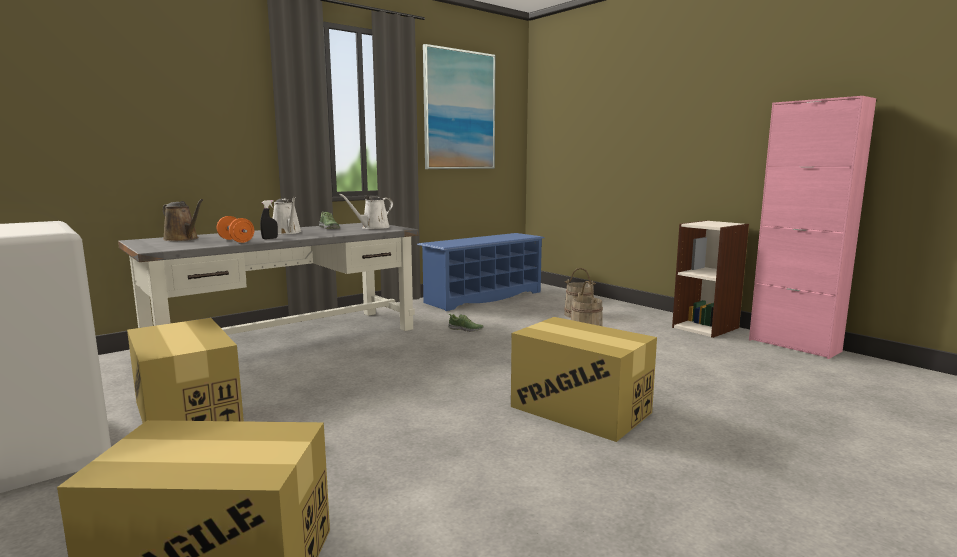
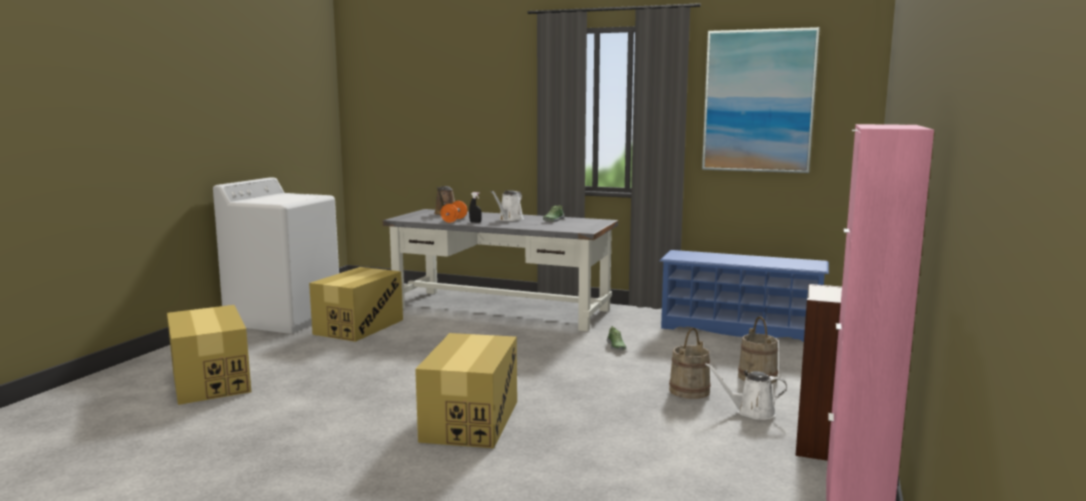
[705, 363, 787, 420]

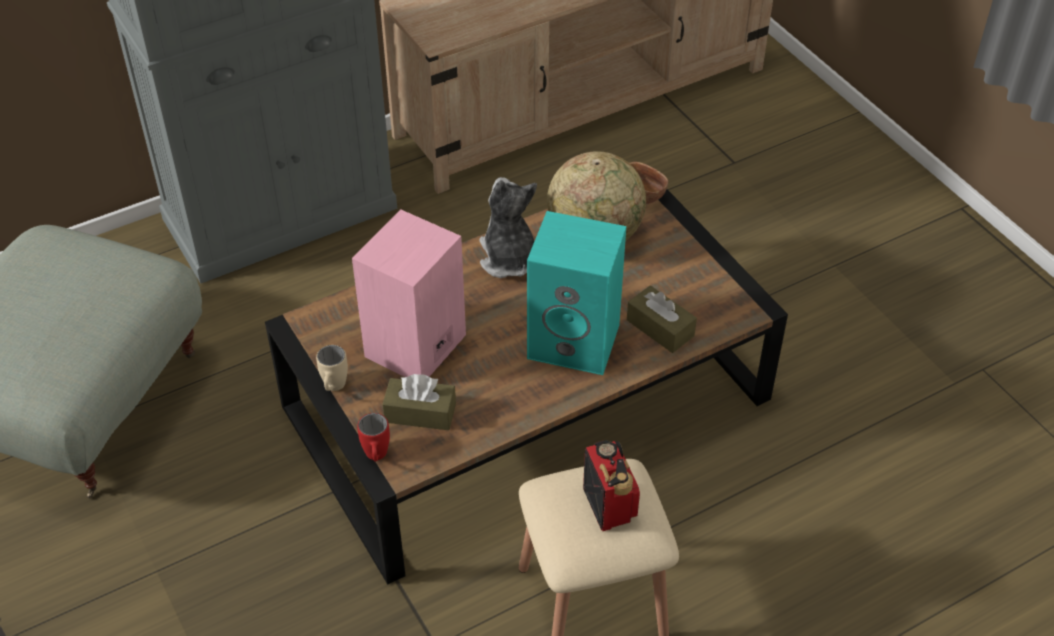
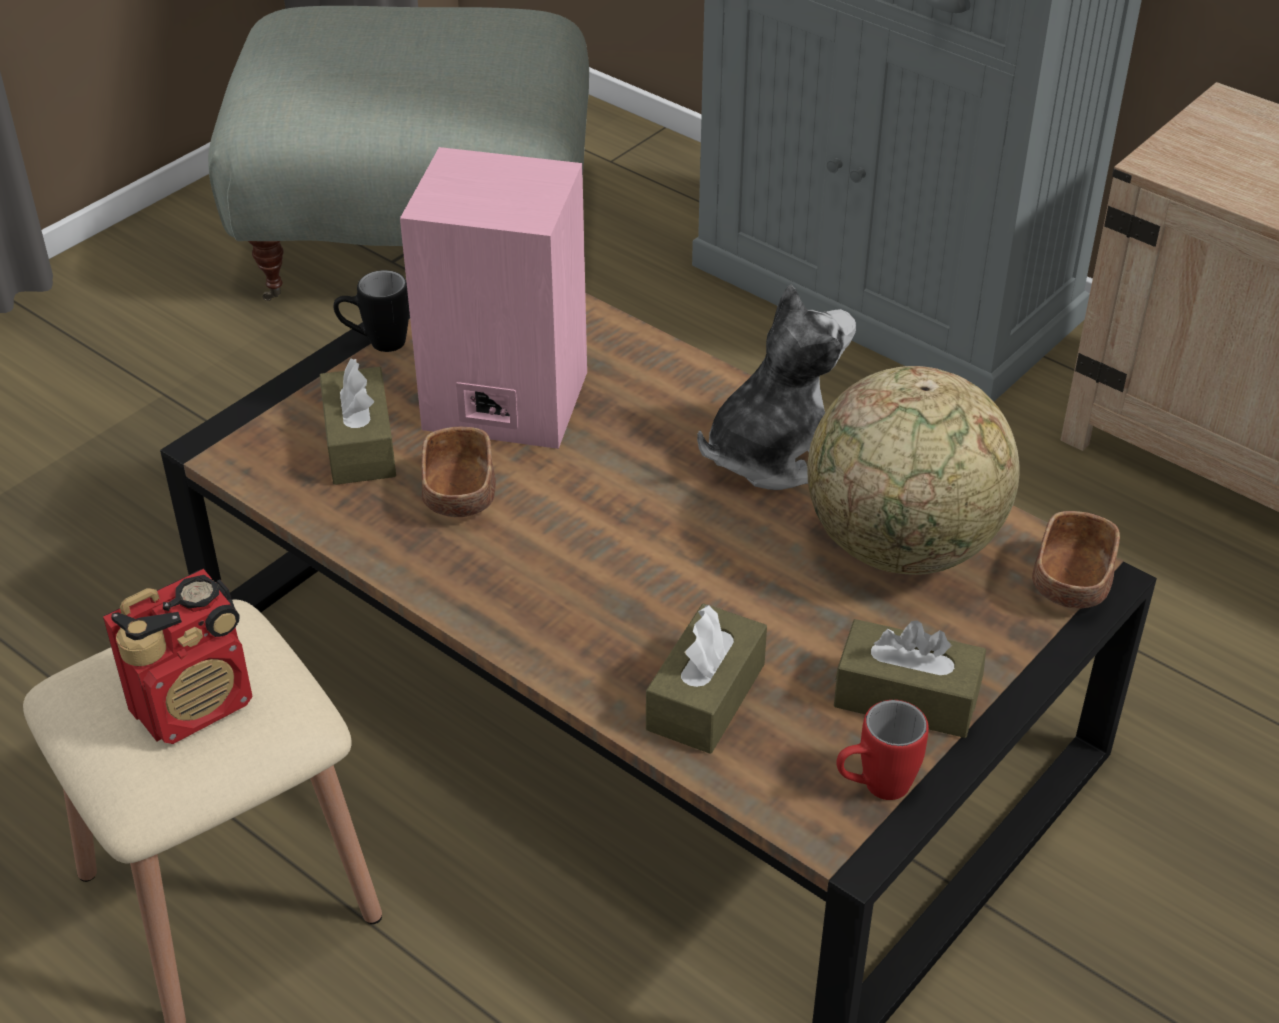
[527, 211, 626, 375] (first image)
[334, 270, 410, 352]
[836, 700, 929, 800]
[421, 427, 496, 517]
[834, 619, 986, 738]

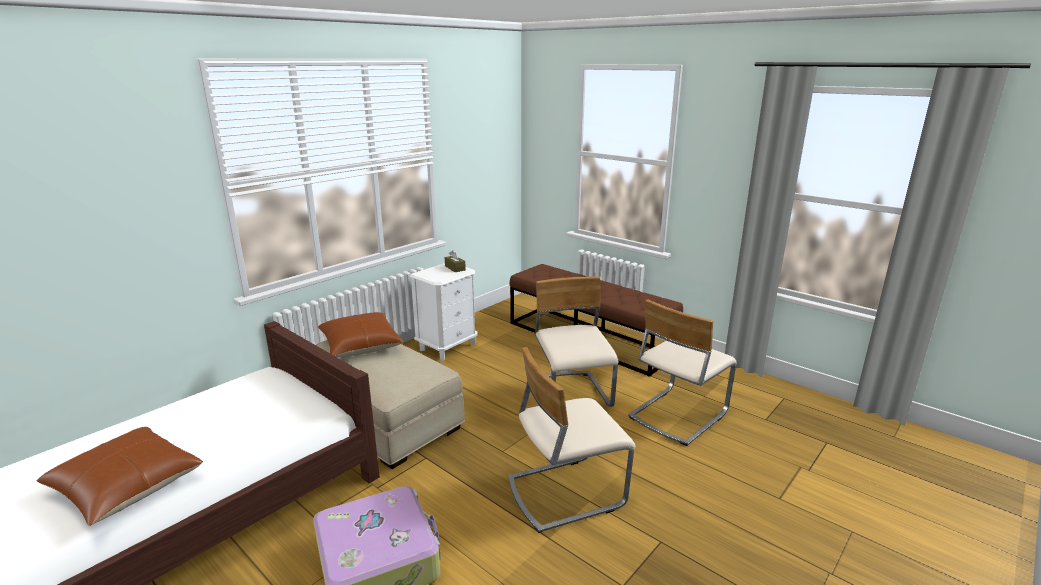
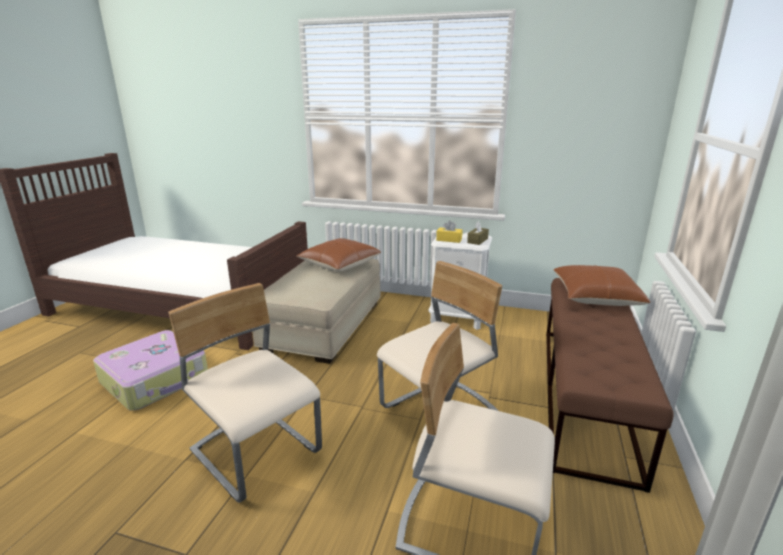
[554, 265, 651, 306]
[436, 220, 463, 243]

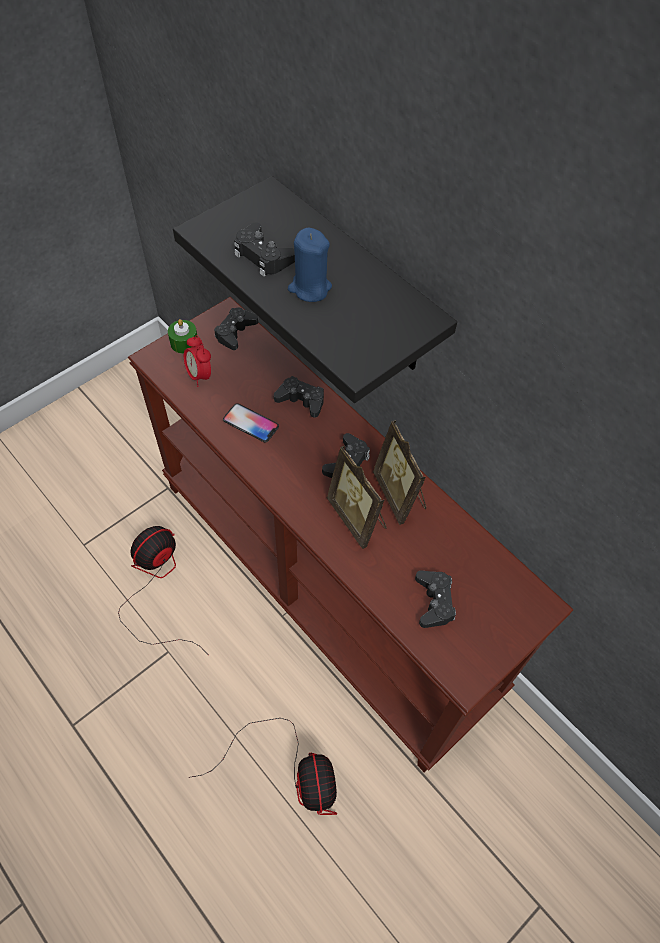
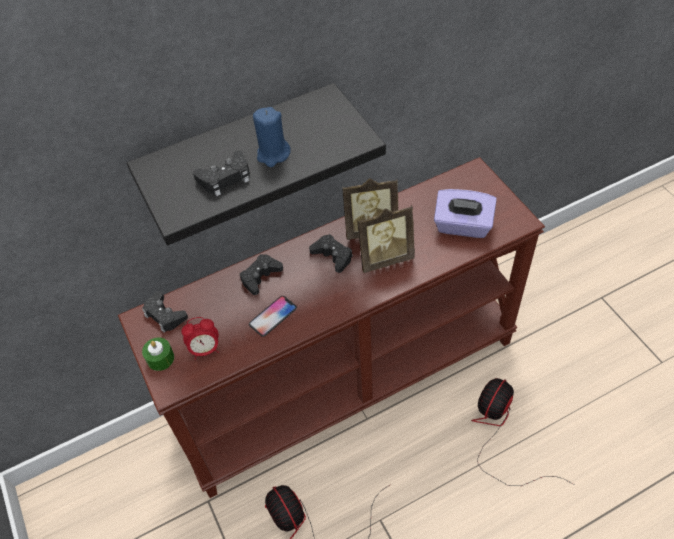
[434, 189, 497, 238]
[471, 378, 574, 486]

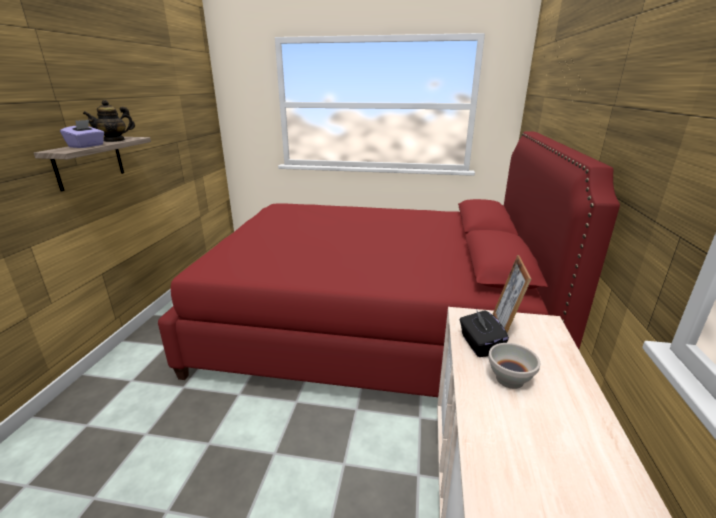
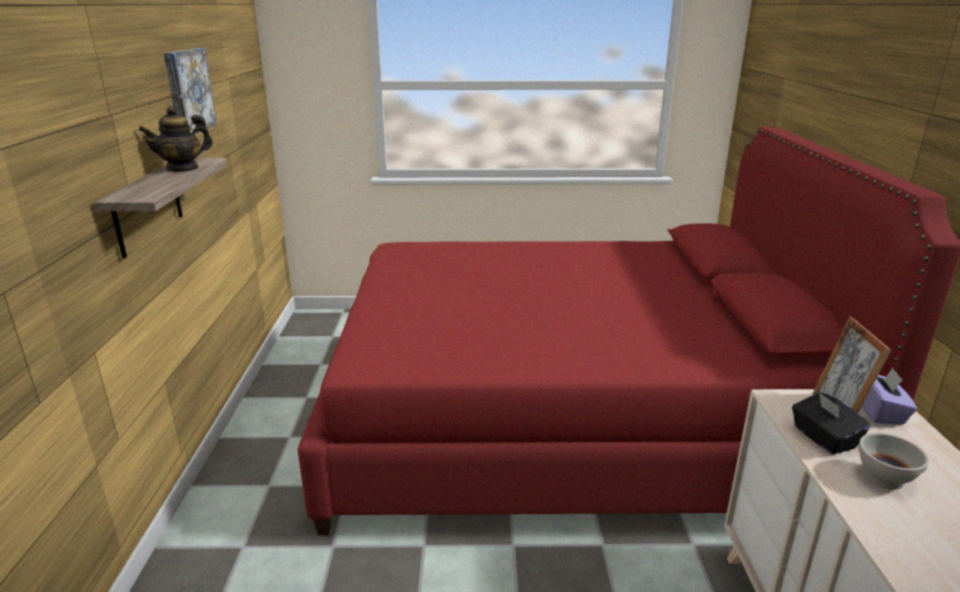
[862, 368, 917, 425]
[164, 48, 217, 135]

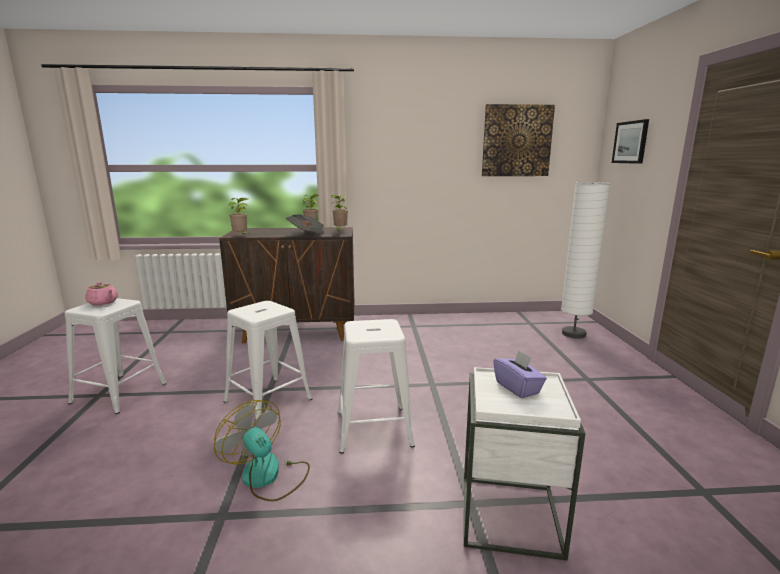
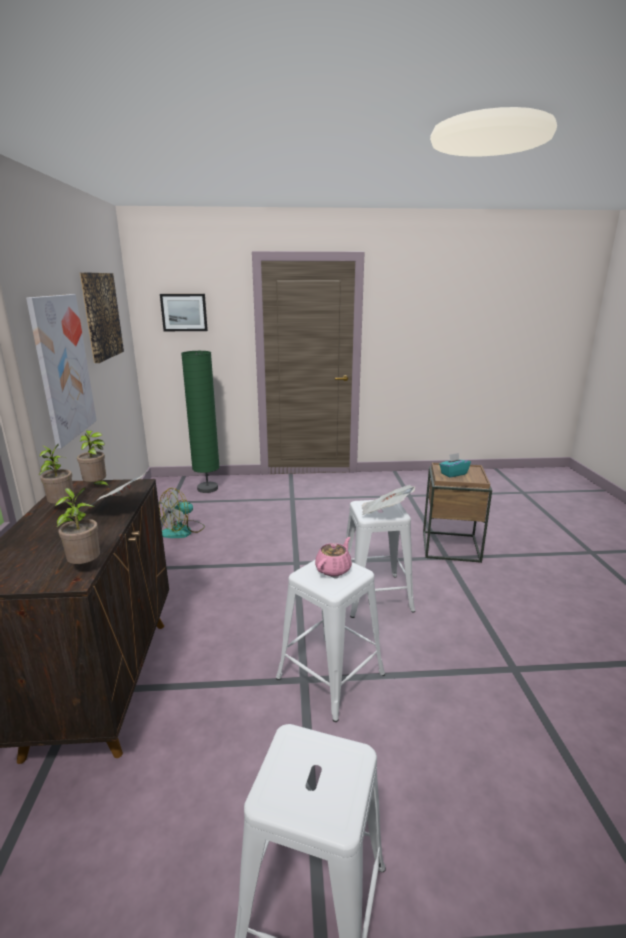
[181, 351, 220, 493]
[315, 537, 352, 576]
[439, 453, 471, 478]
[423, 463, 492, 563]
[159, 488, 205, 538]
[26, 294, 97, 449]
[362, 485, 415, 515]

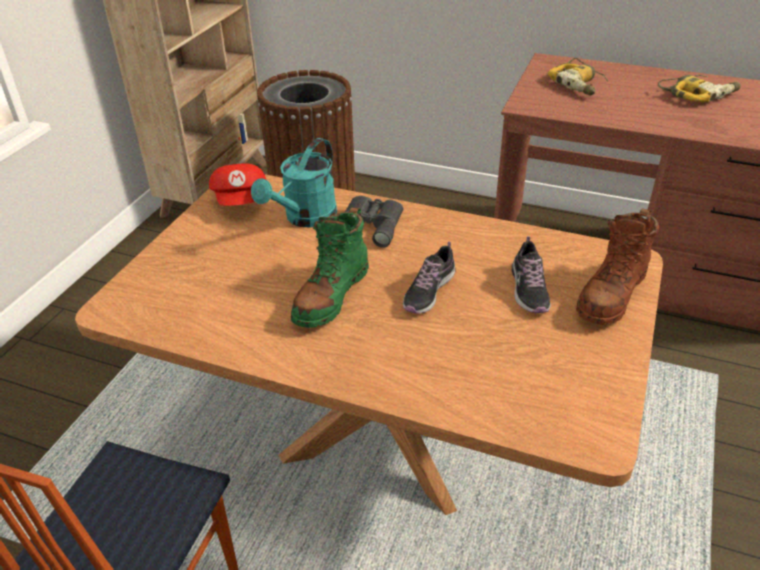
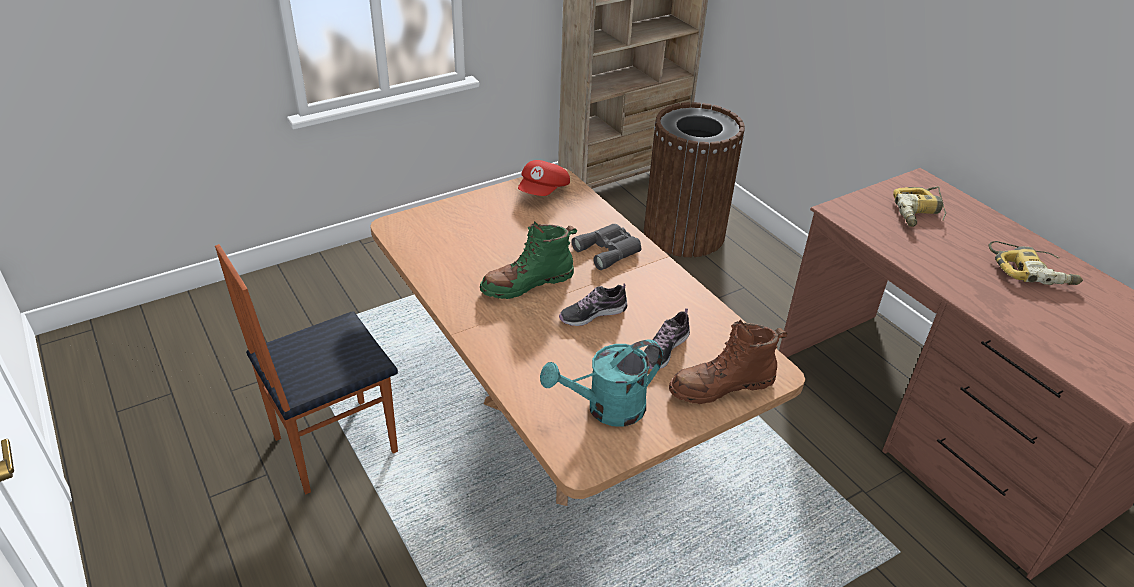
[540, 339, 663, 427]

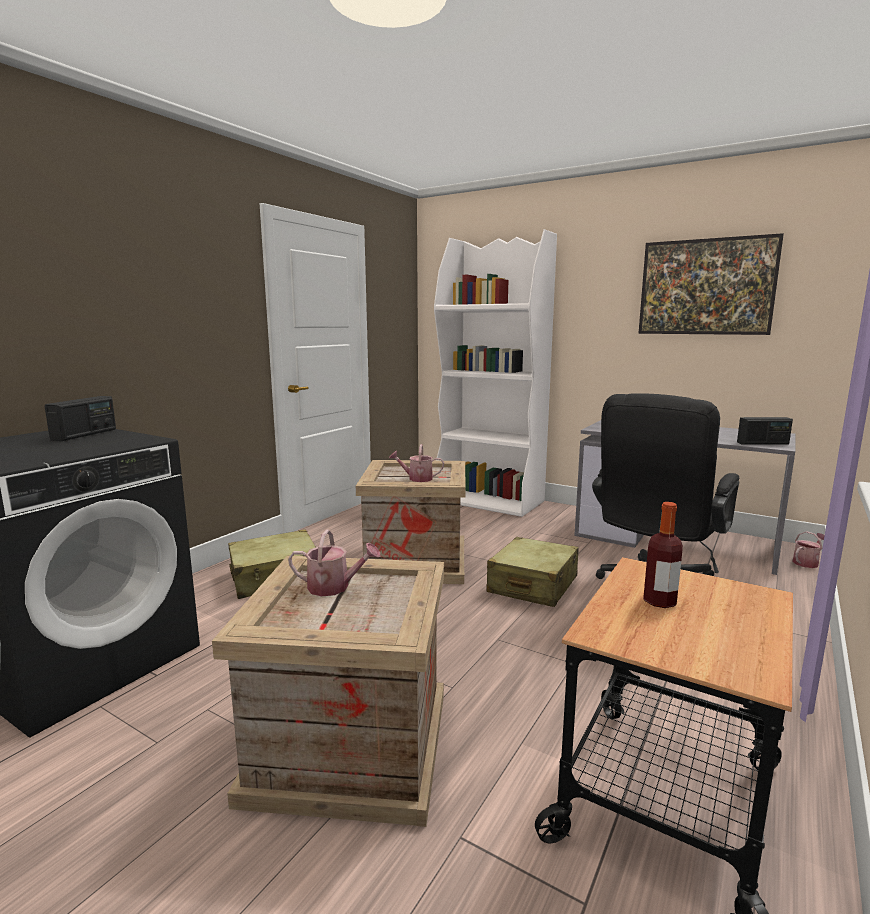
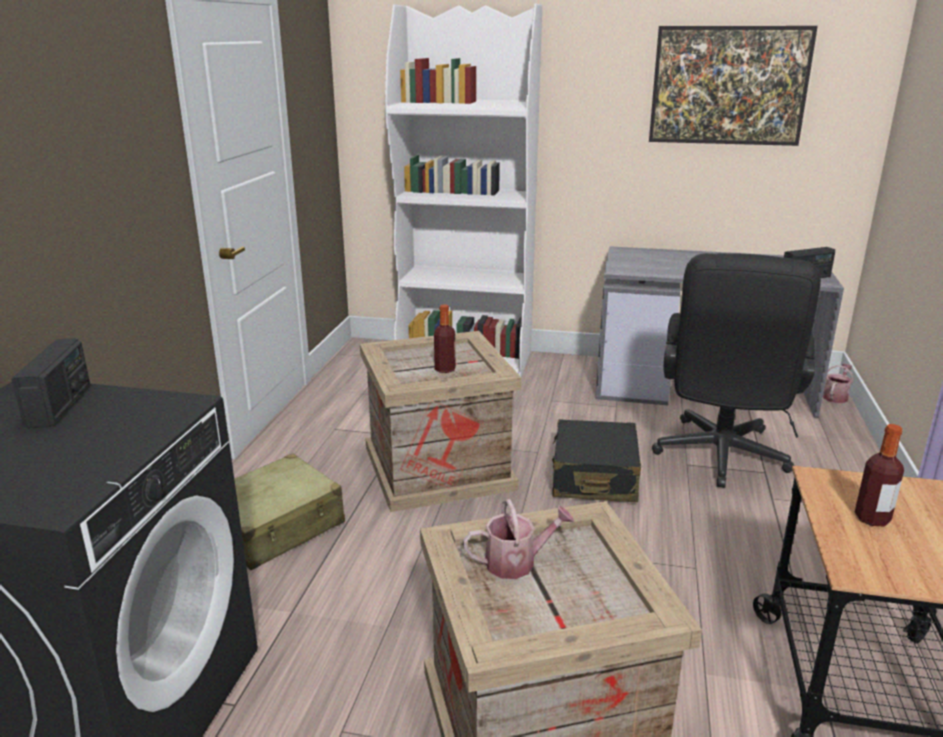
[434, 304, 456, 373]
[552, 419, 641, 502]

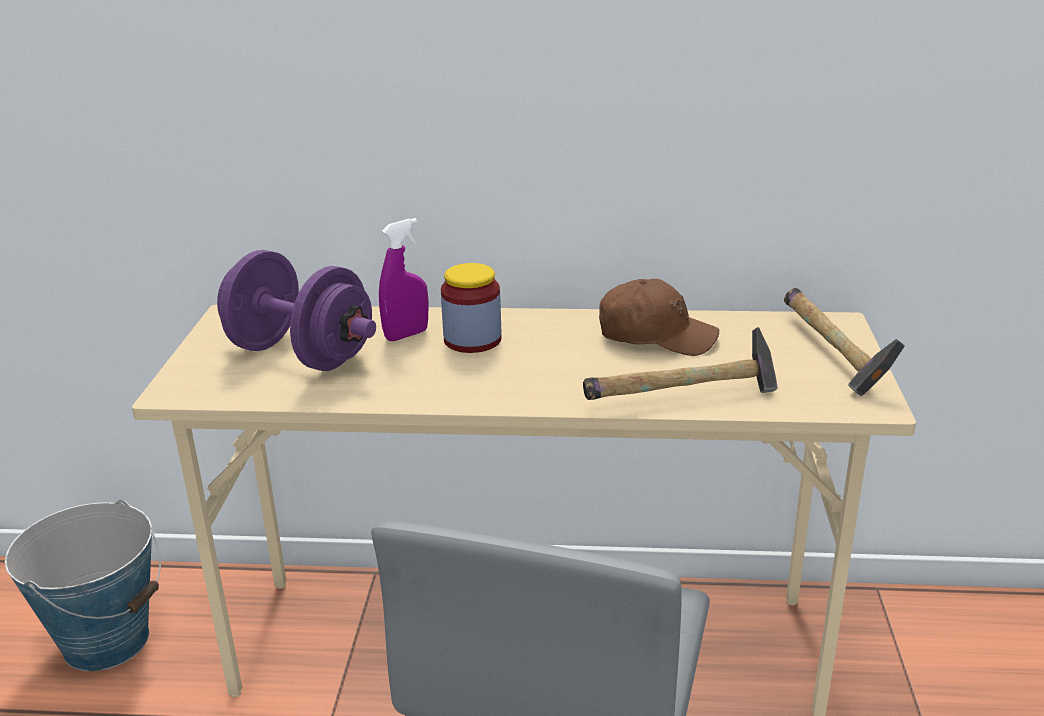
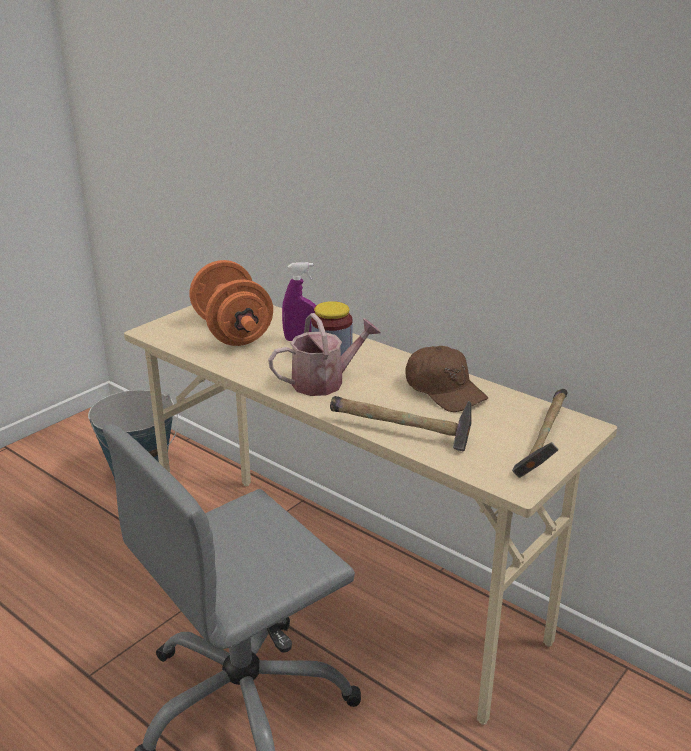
[190, 260, 273, 346]
[268, 313, 381, 396]

